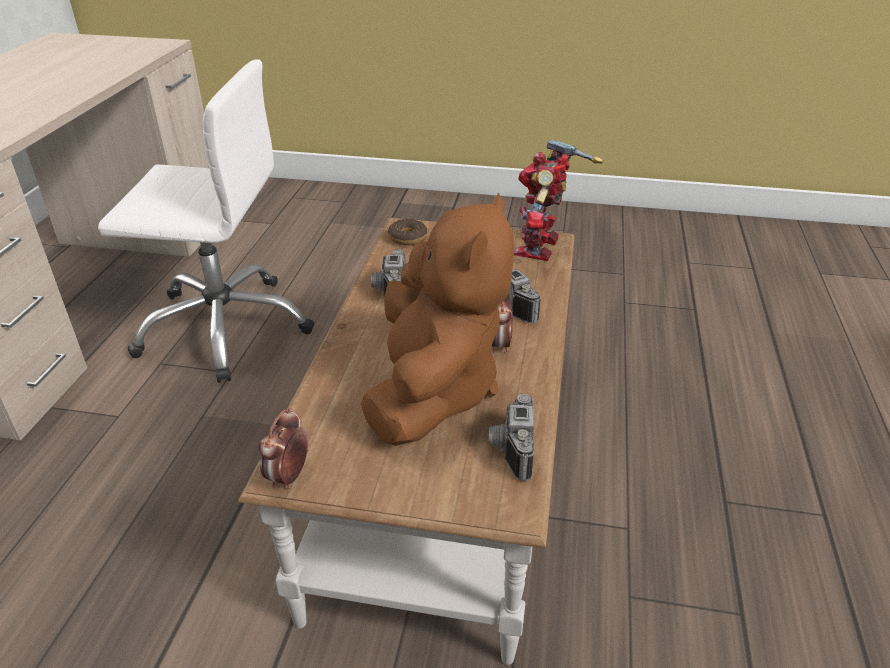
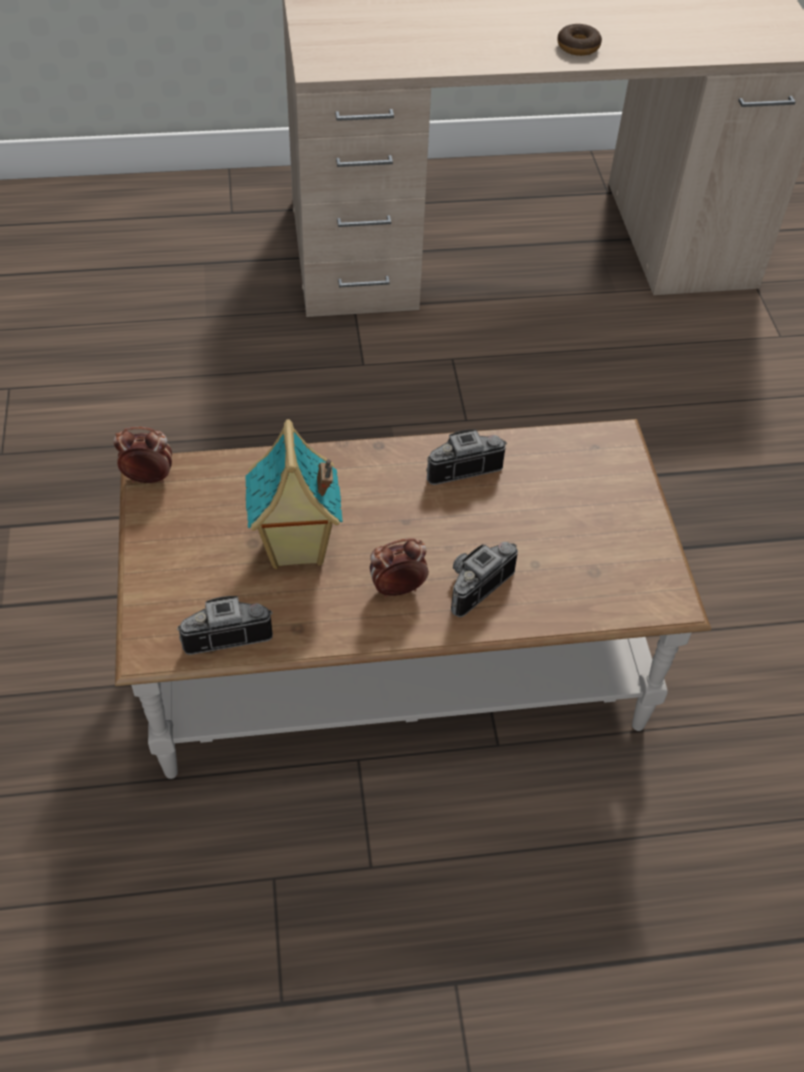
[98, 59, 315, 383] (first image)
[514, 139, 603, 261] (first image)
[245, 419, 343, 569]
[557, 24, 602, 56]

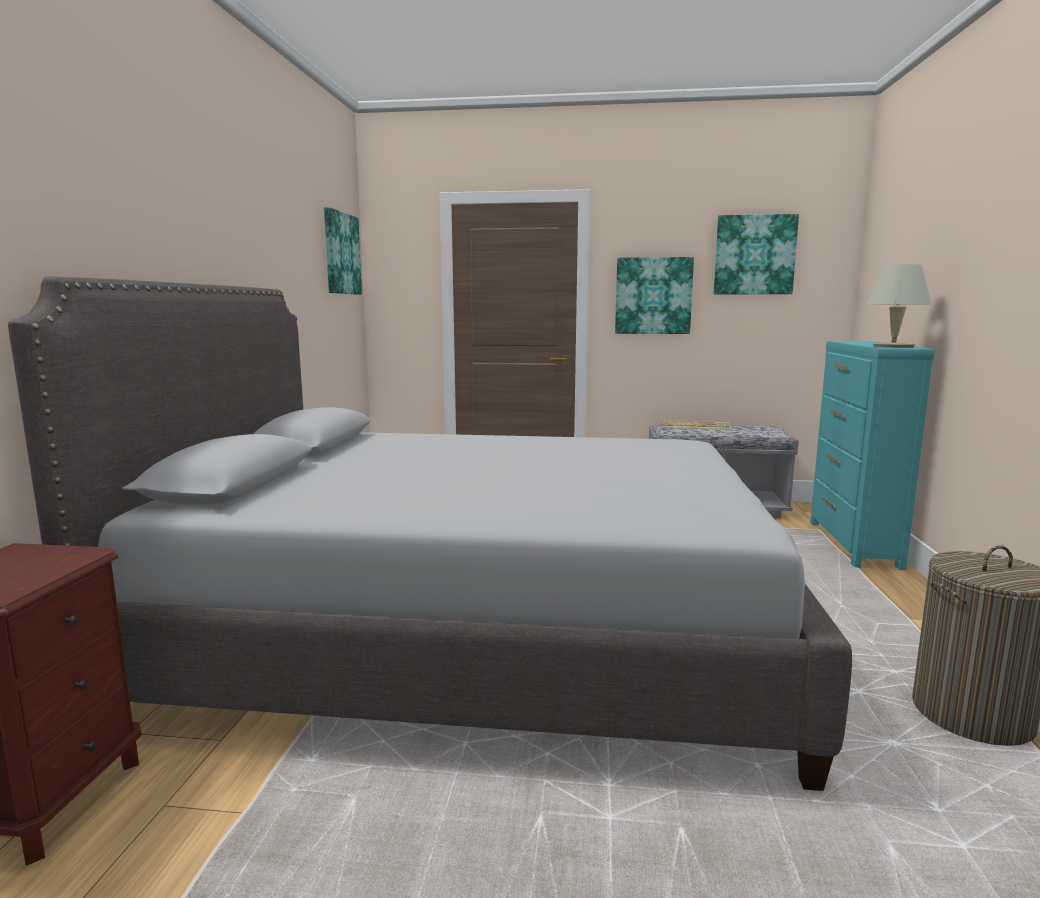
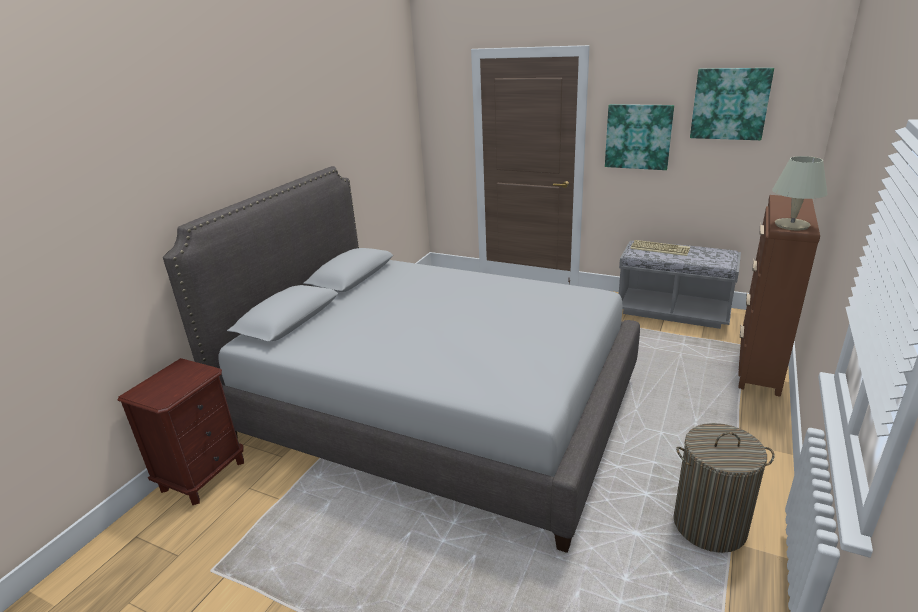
[324, 207, 362, 295] (first image)
[738, 195, 820, 397]

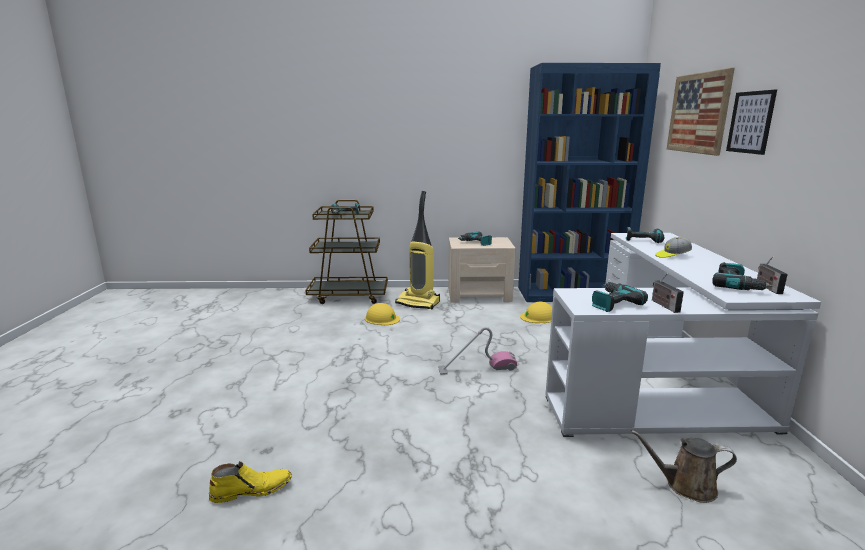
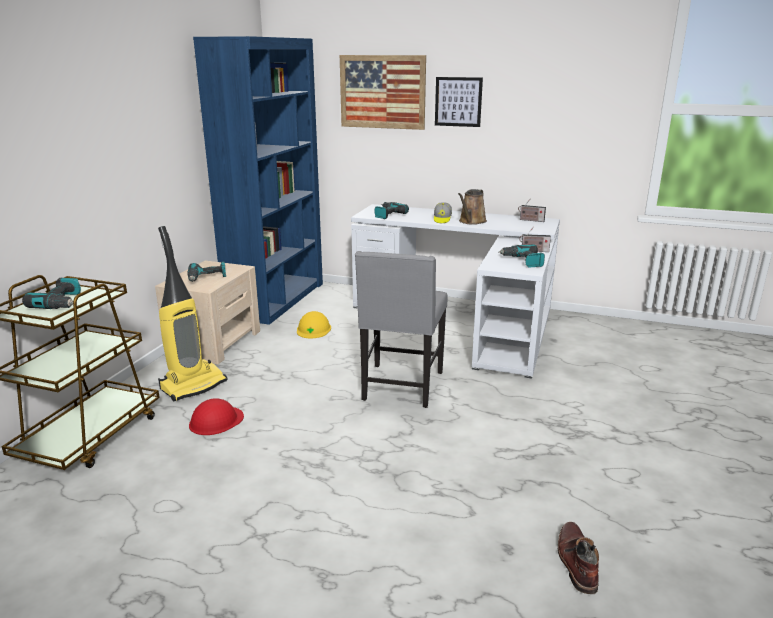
[712, 262, 772, 290] (first image)
[189, 398, 244, 435]
[355, 251, 448, 408]
[458, 189, 487, 225]
[558, 522, 599, 594]

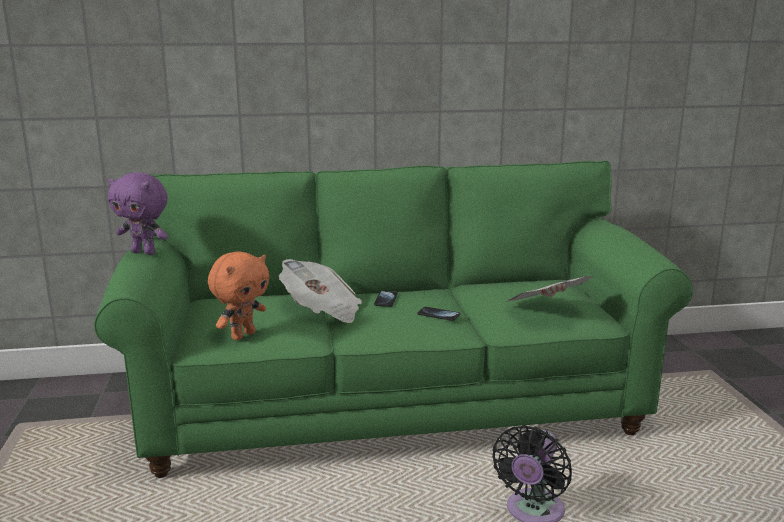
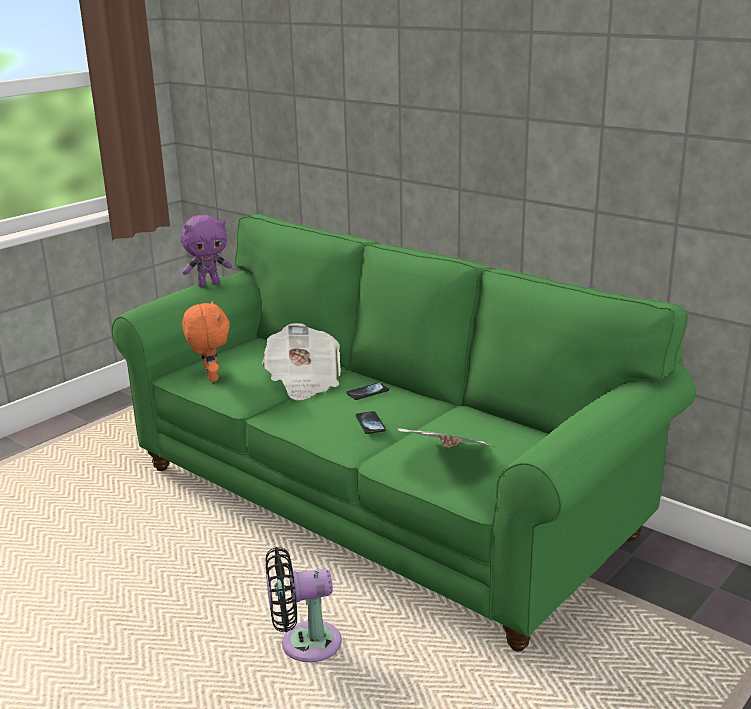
[181, 215, 232, 287]
[182, 301, 230, 382]

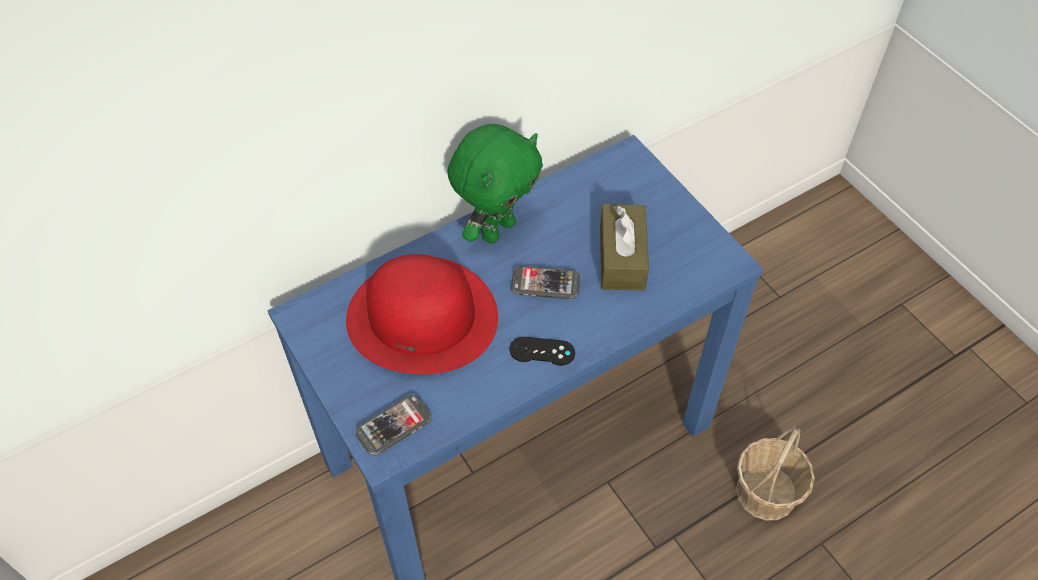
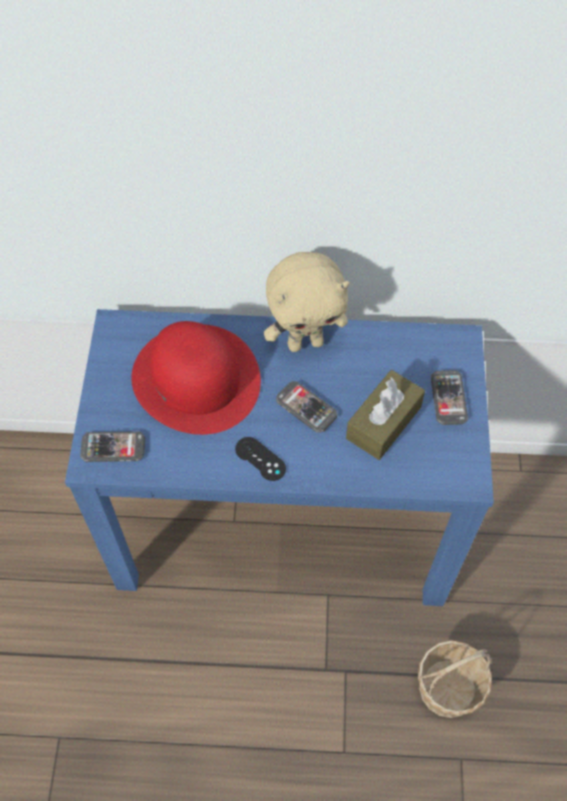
[264, 252, 350, 352]
[431, 370, 468, 425]

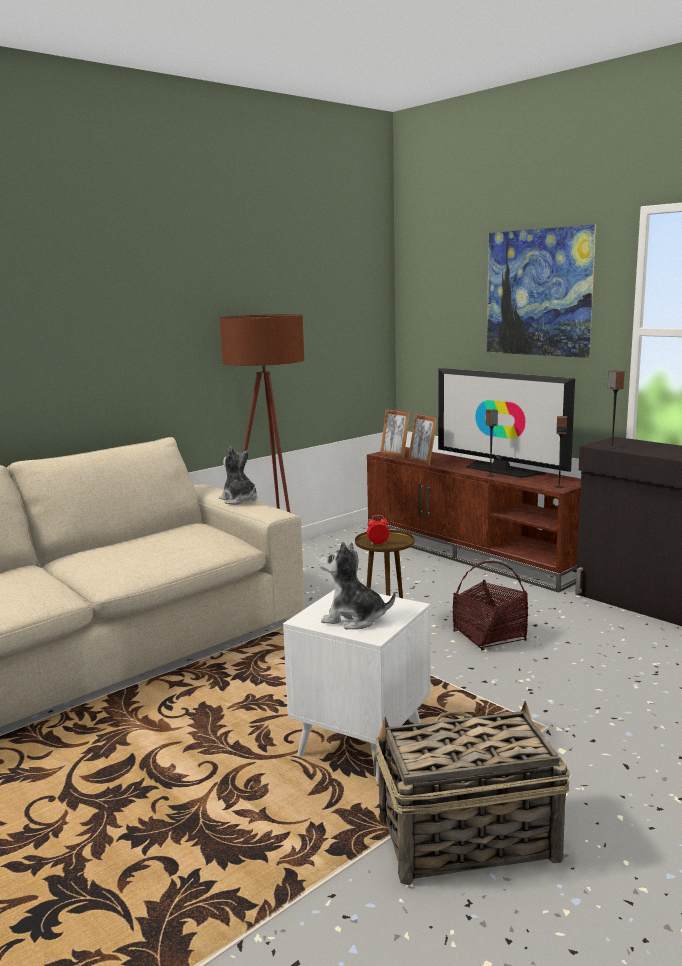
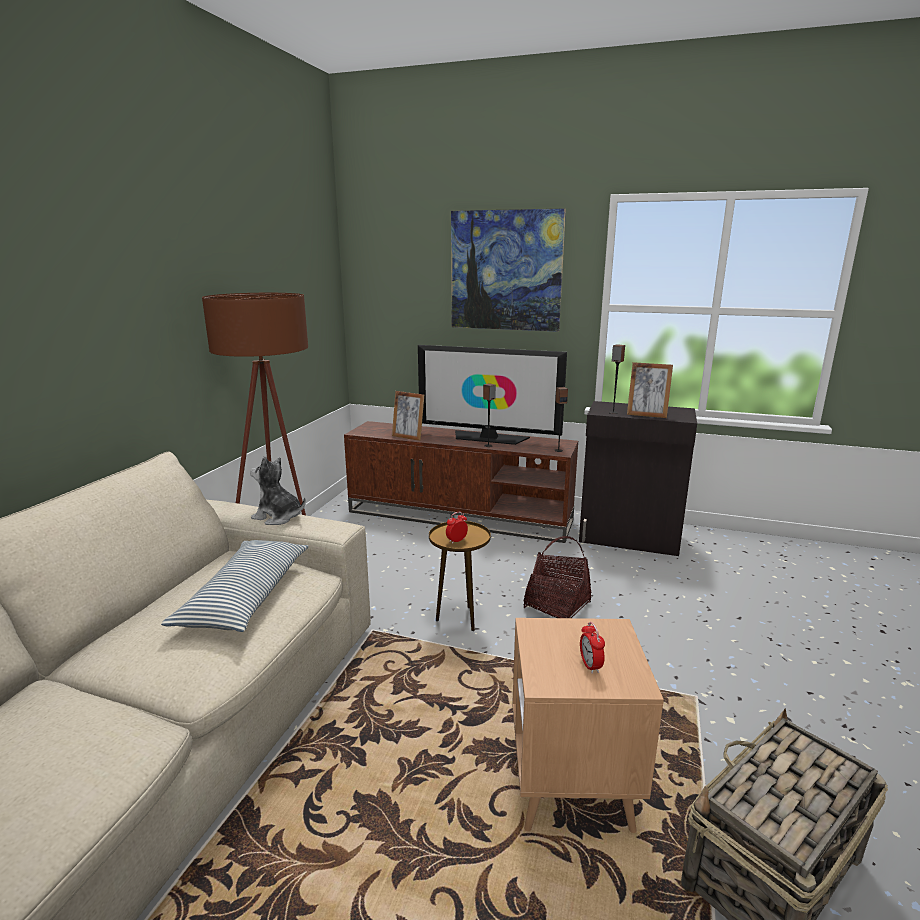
[627, 362, 673, 418]
[580, 622, 605, 674]
[512, 618, 664, 833]
[161, 540, 309, 632]

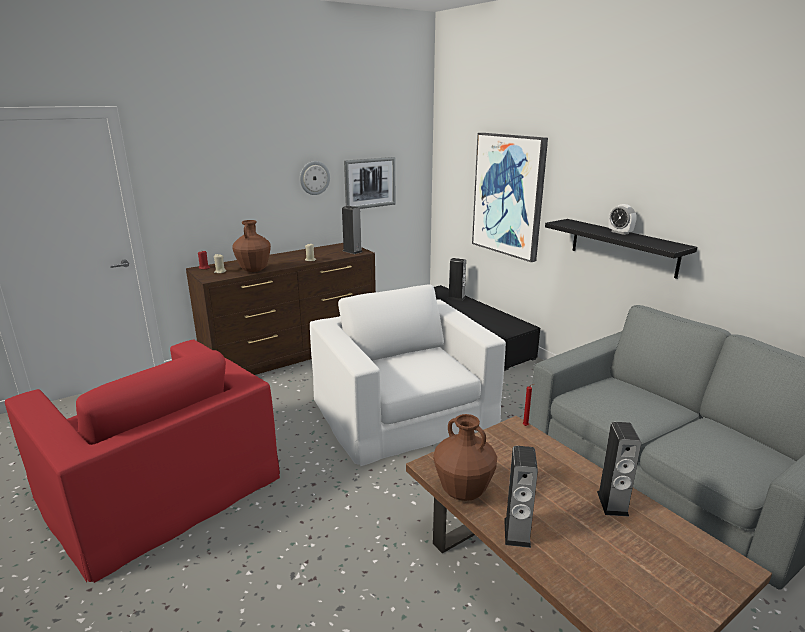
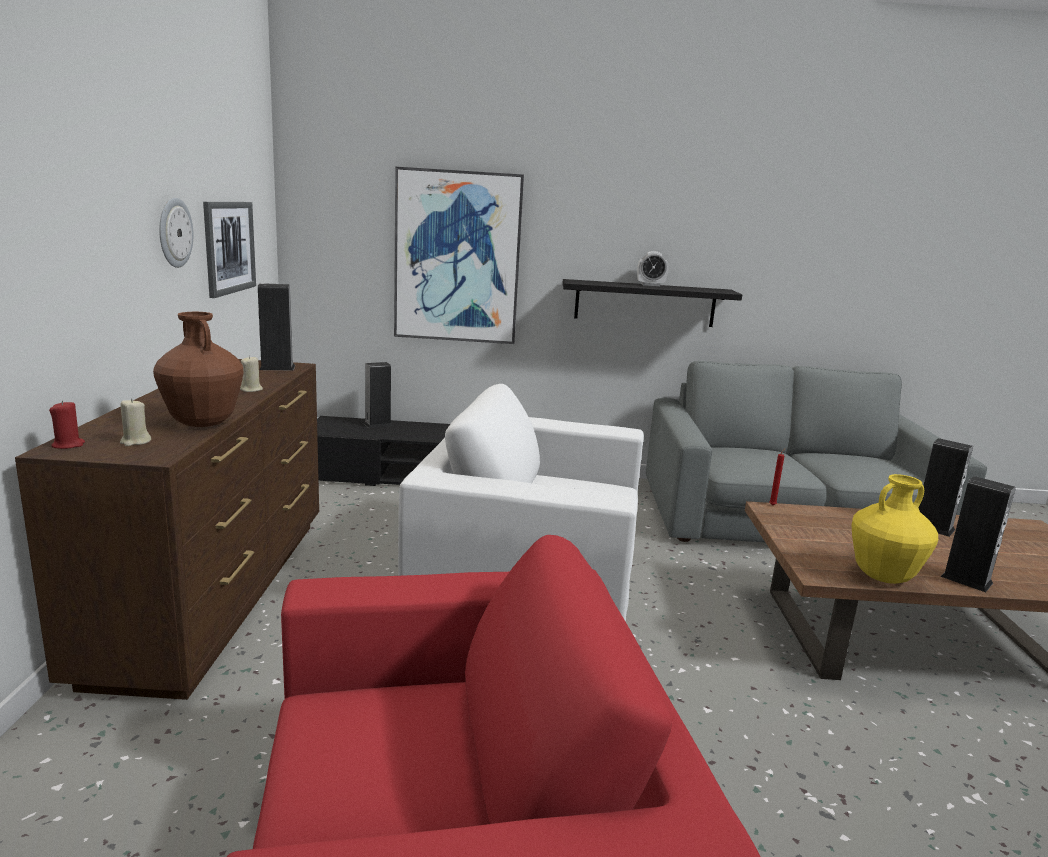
[851, 474, 938, 584]

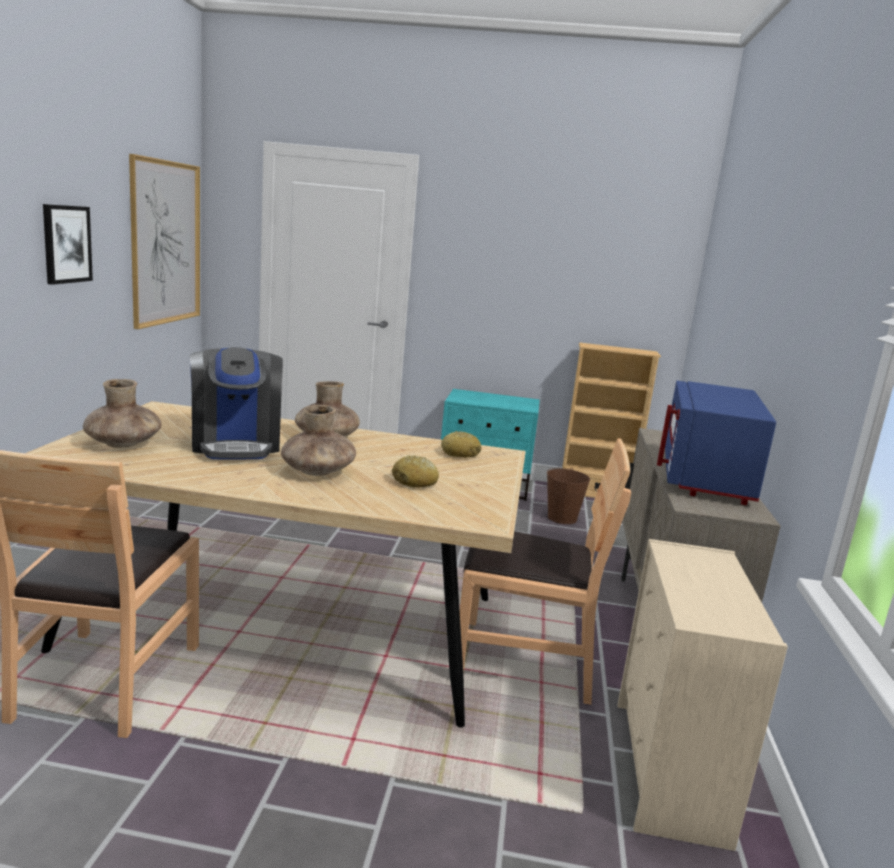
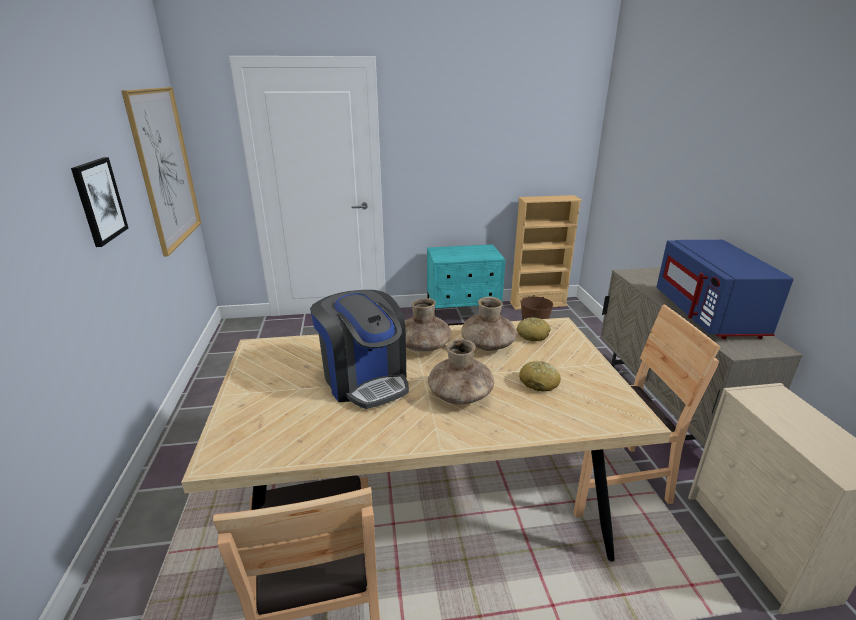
[461, 297, 517, 351]

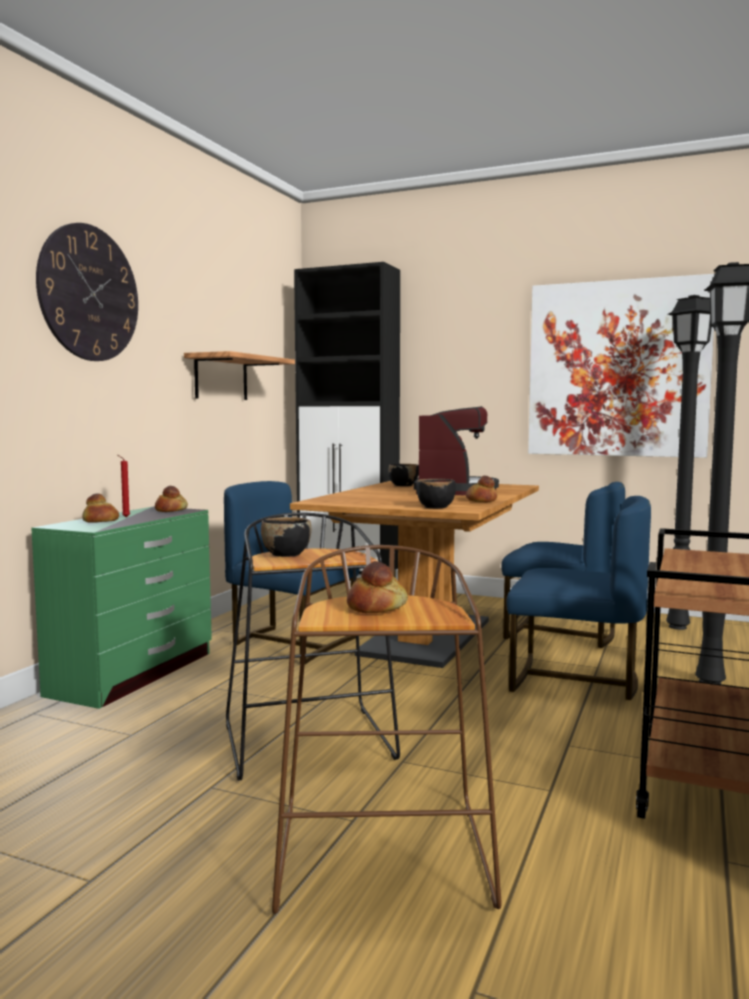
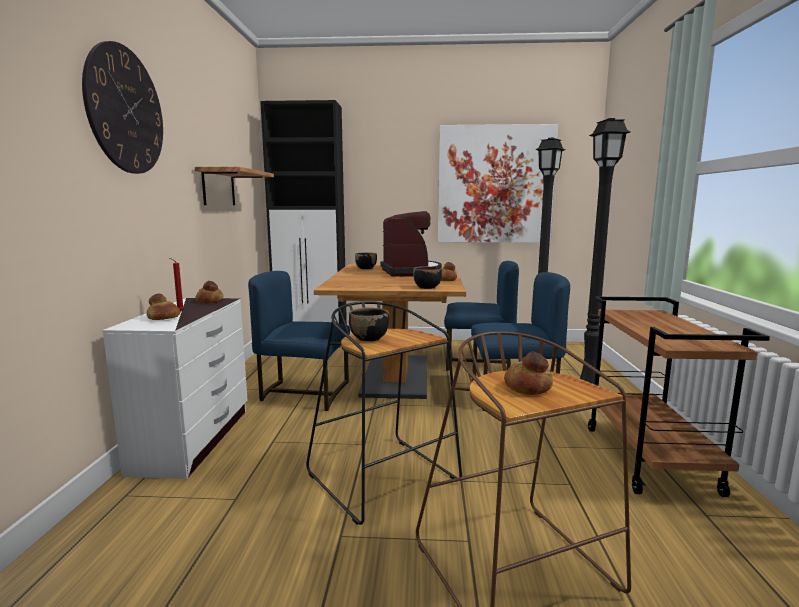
[103, 298, 247, 479]

